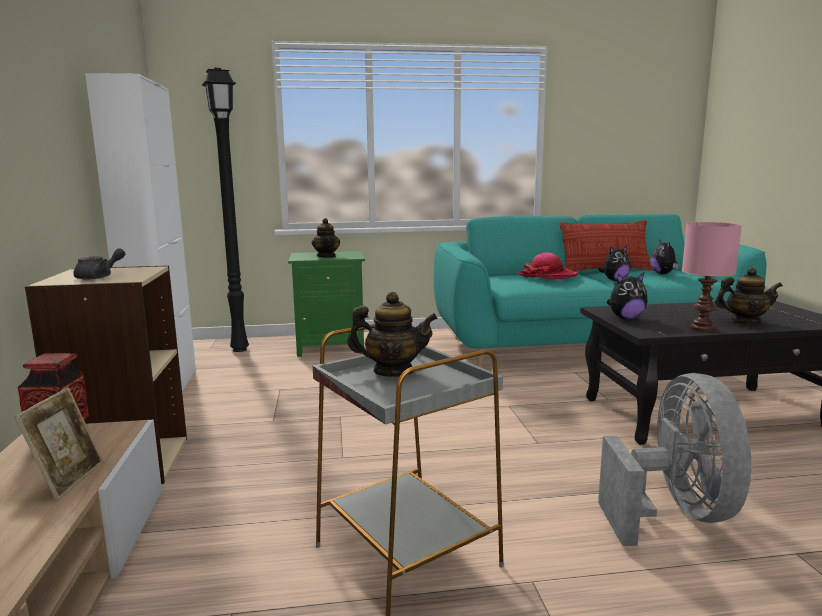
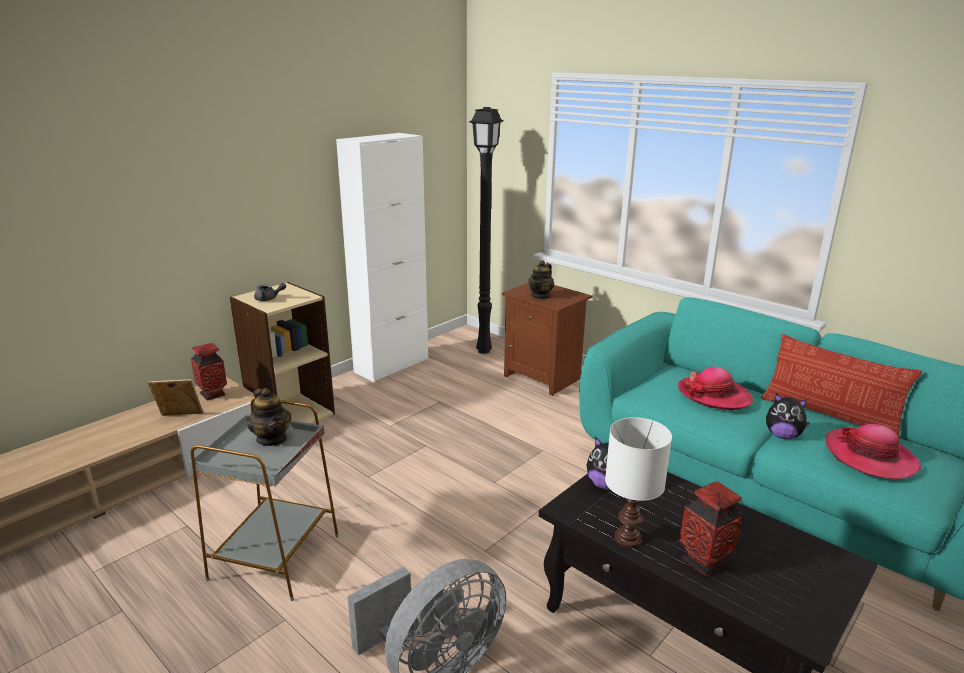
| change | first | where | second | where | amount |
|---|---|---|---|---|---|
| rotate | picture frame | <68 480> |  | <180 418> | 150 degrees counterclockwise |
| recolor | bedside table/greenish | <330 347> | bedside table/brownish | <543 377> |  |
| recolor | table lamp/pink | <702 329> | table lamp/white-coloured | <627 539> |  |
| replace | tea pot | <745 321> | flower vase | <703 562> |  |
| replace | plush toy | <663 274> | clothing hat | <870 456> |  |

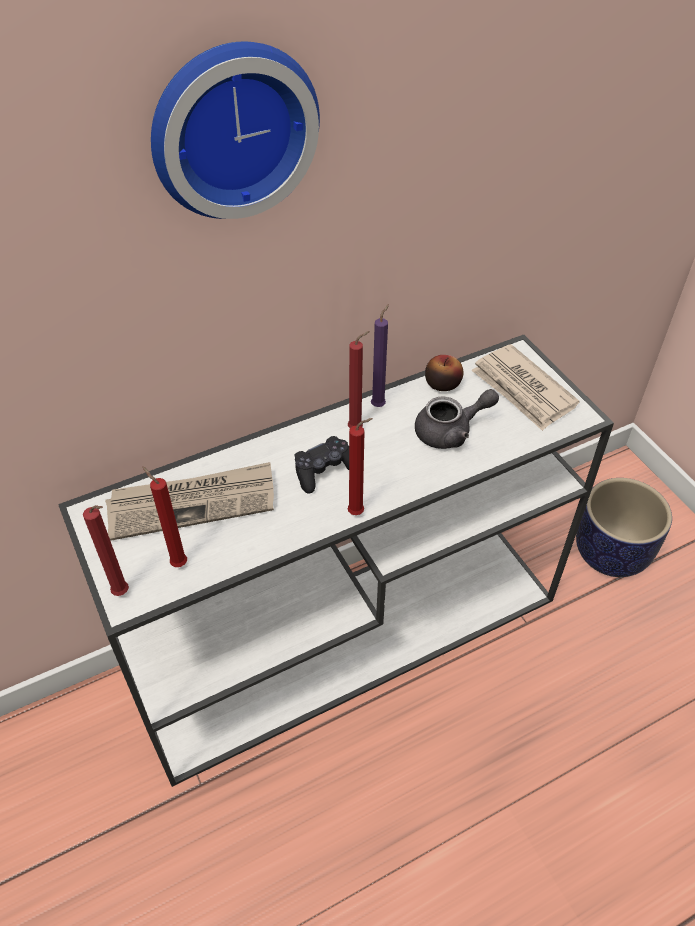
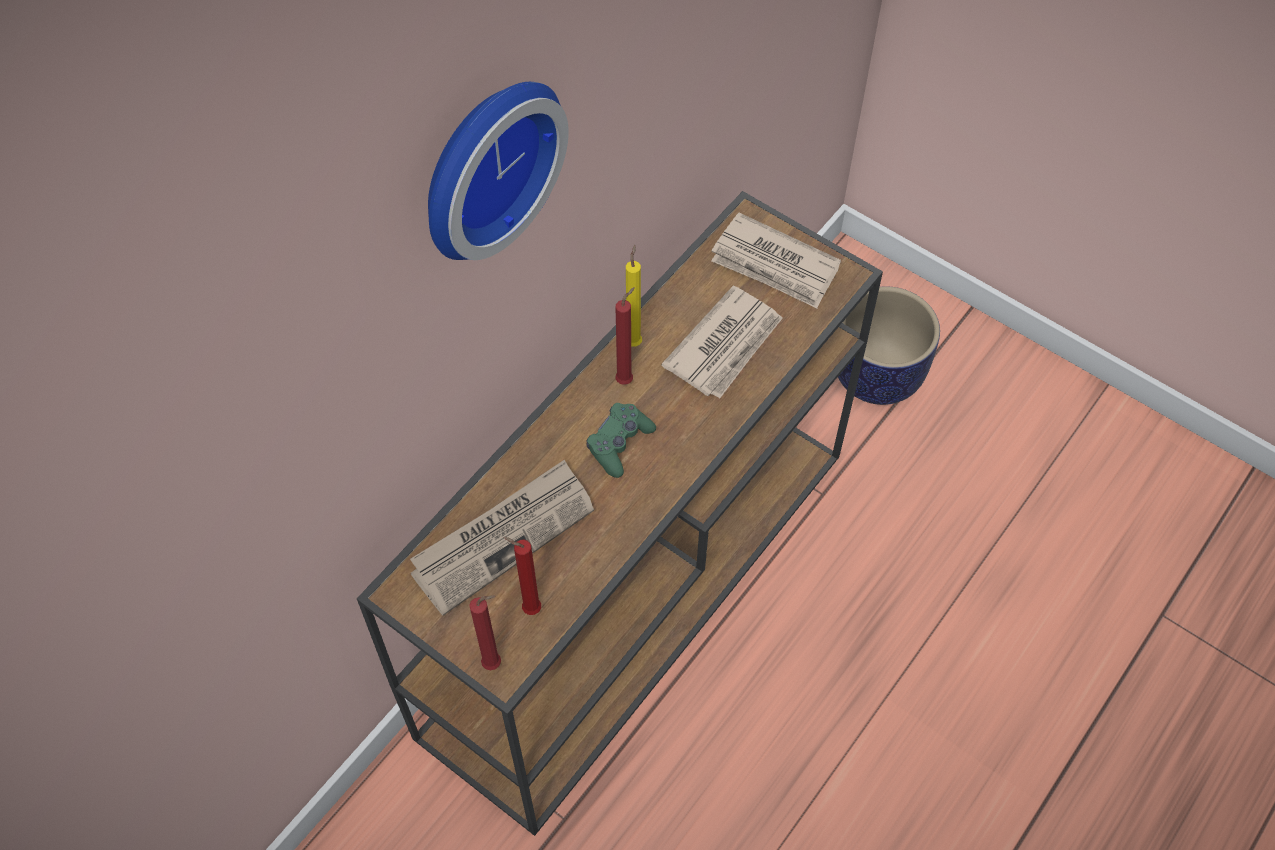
| change | first | where | second | where | amount |
|---|---|---|---|---|---|
| recolor | hall table/white-coloured | <351 633> | hall table/brownish | <639 585> |  |
| recolor | joypad/black-coloured | <324 470> | joypad/greenish | <619 444> |  |
| recolor | candle/purple | <379 404> | candle/yellow | <634 341> |  |
| replace | tea pot/grey | <451 431> | daily paper | <725 345> |  |
| delete | candle/red | <358 513> |  |  |  |
| delete | apple | <442 384> |  |  |  |

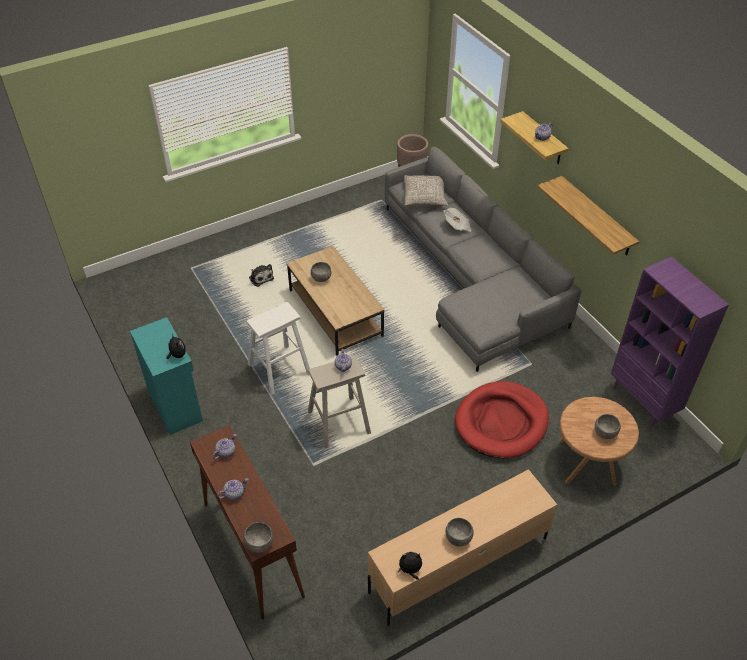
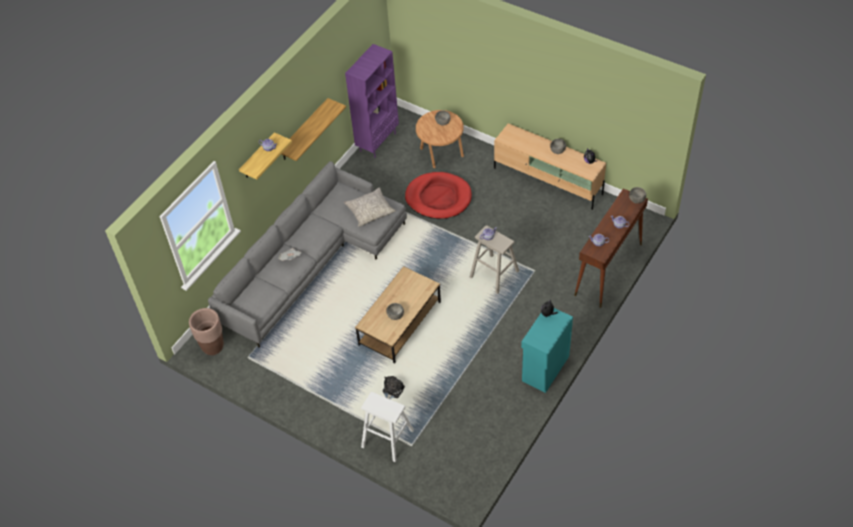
| change | first | where | second | where | amount |
|---|---|---|---|---|---|
| move | cushion/grey | <425 196> |  | <370 211> |  |
| move | stool seat/white-coloured | <279 369> |  | <387 438> |  |

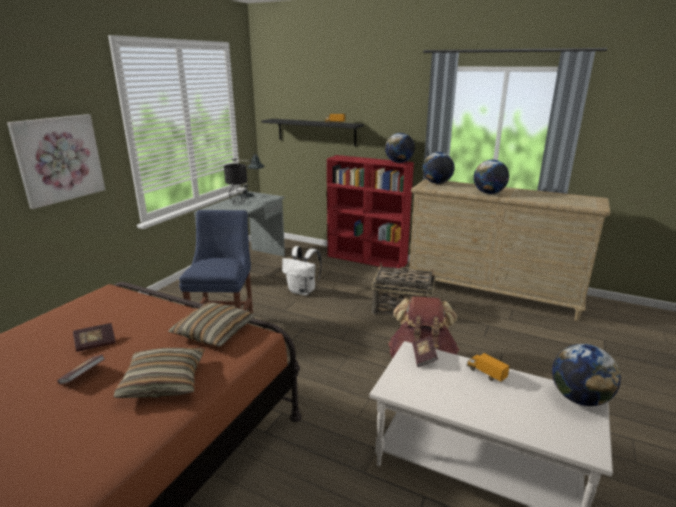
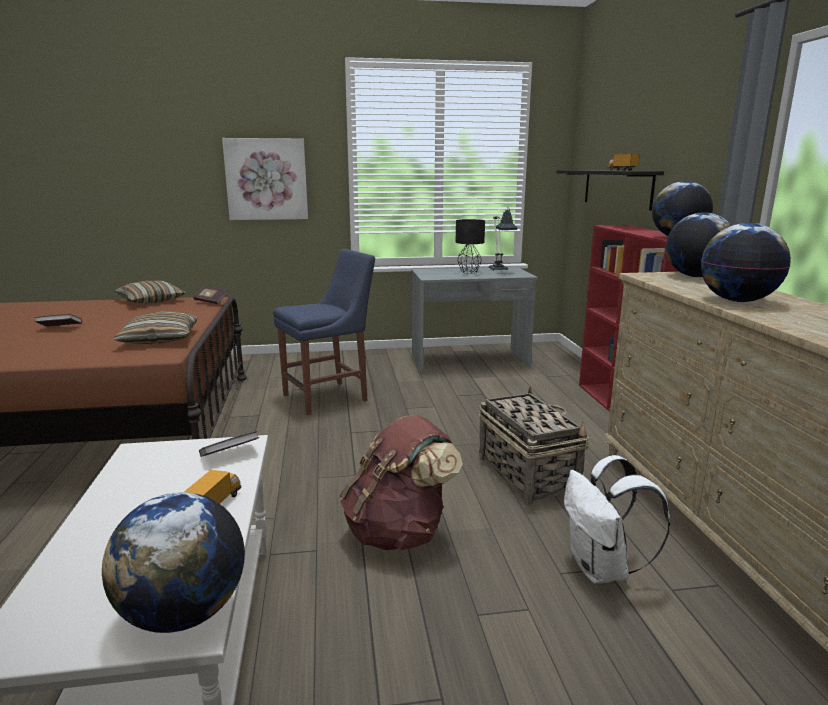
| change | first | where | second | where | amount |
|---|---|---|---|---|---|
| move | cushion | <163 382> |  | <150 301> |  |
| move | volume | <96 344> |  | <211 301> |  |
| move | backpack/white-coloured | <303 291> |  | <602 569> |  |

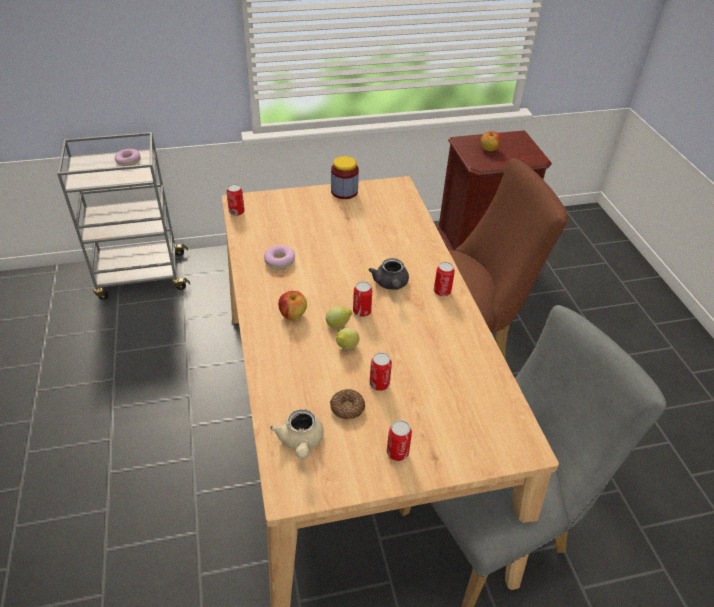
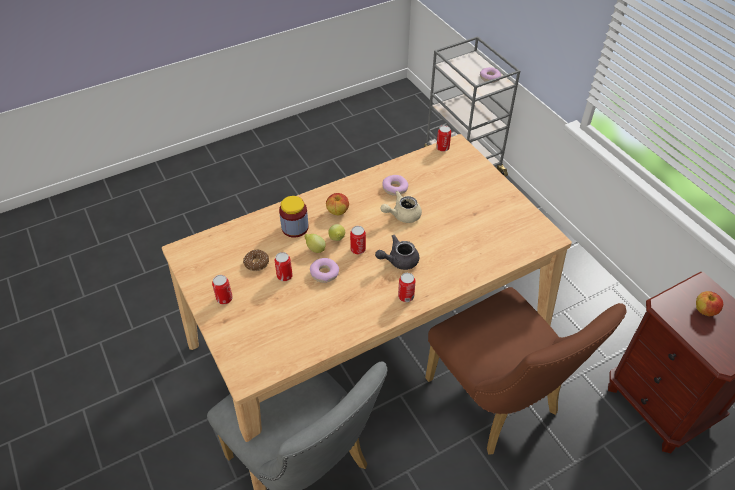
| change | first | where | second | where | amount |
|---|---|---|---|---|---|
| move | storage jar | <344 192> |  | <295 228> |  |
| insert |  |  | doughnut | <324 273> |  |
| move | tea pot/beige | <301 442> |  | <402 215> |  |

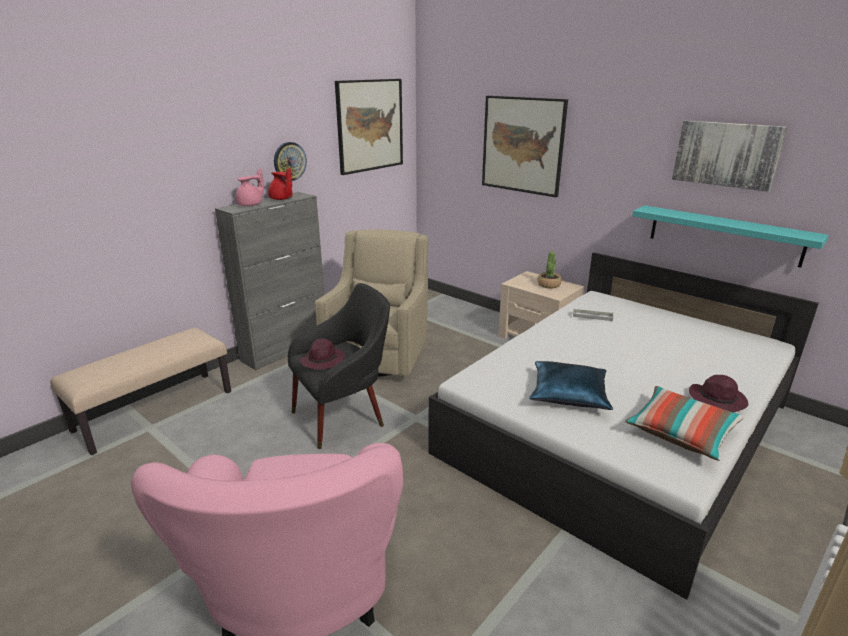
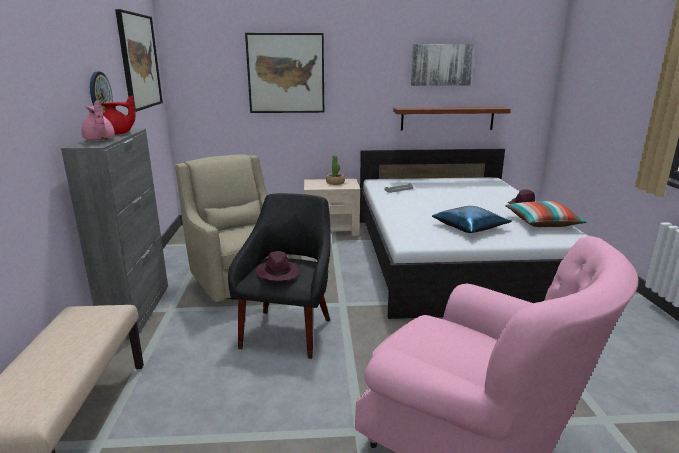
| change | first | where | second | where | amount |
|---|---|---|---|---|---|
| rotate | tea pot/pink | <251 205> |  | <99 140> | 150 degrees clockwise |
| recolor | bracket shelf/turquoise | <724 235> | bracket shelf/brownish | <447 118> |  |

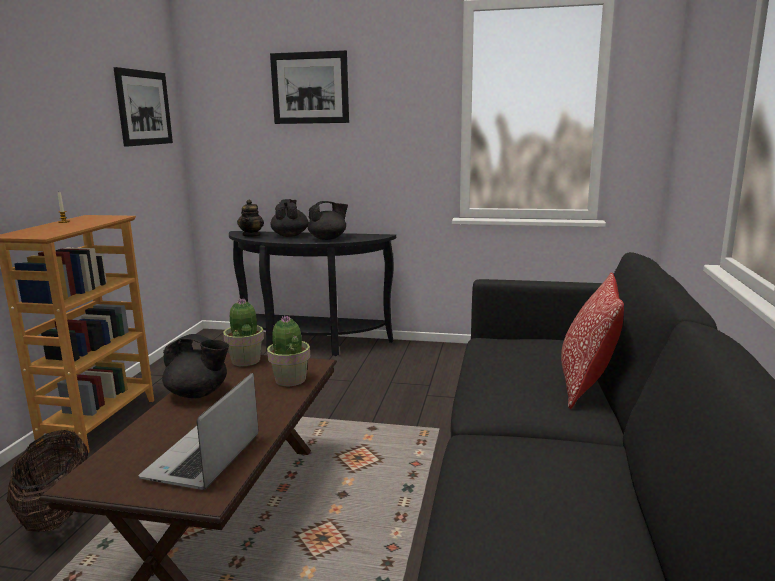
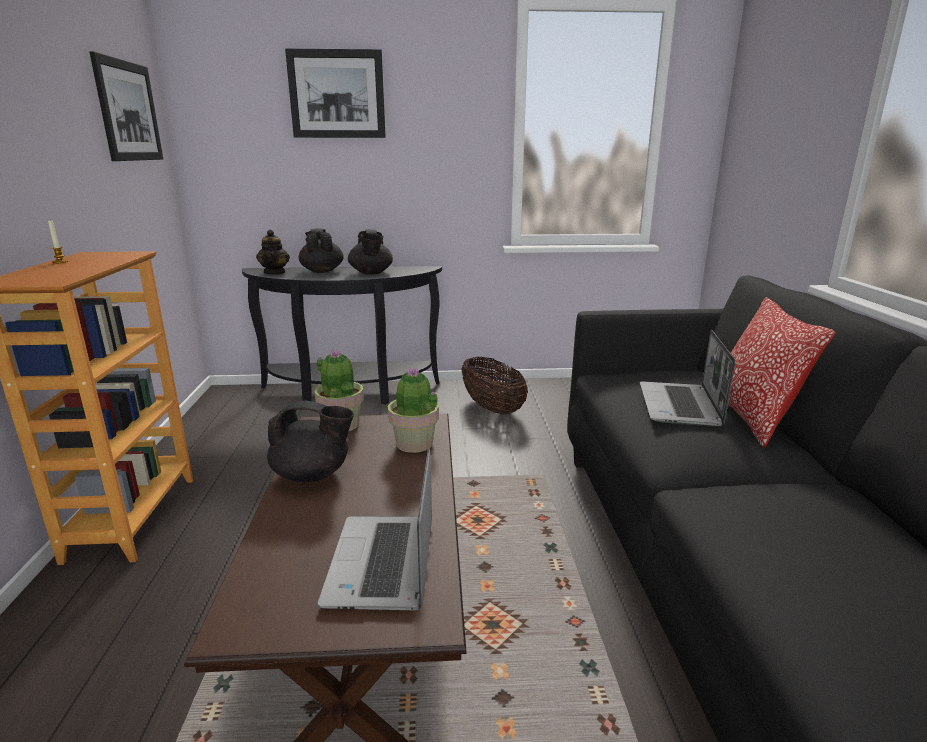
| change | first | where | second | where | amount |
|---|---|---|---|---|---|
| rotate | tea pot/black-coloured | <328 238> |  | <371 273> | 120 degrees clockwise |
| move | storage basket | <57 512> |  | <492 408> |  |
| insert |  |  | notebook computer | <680 406> |  |

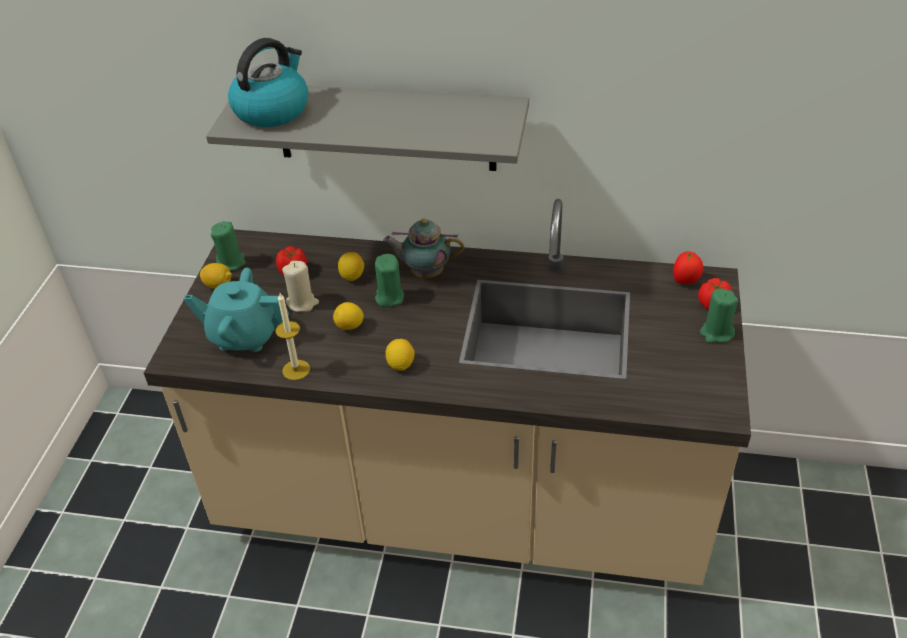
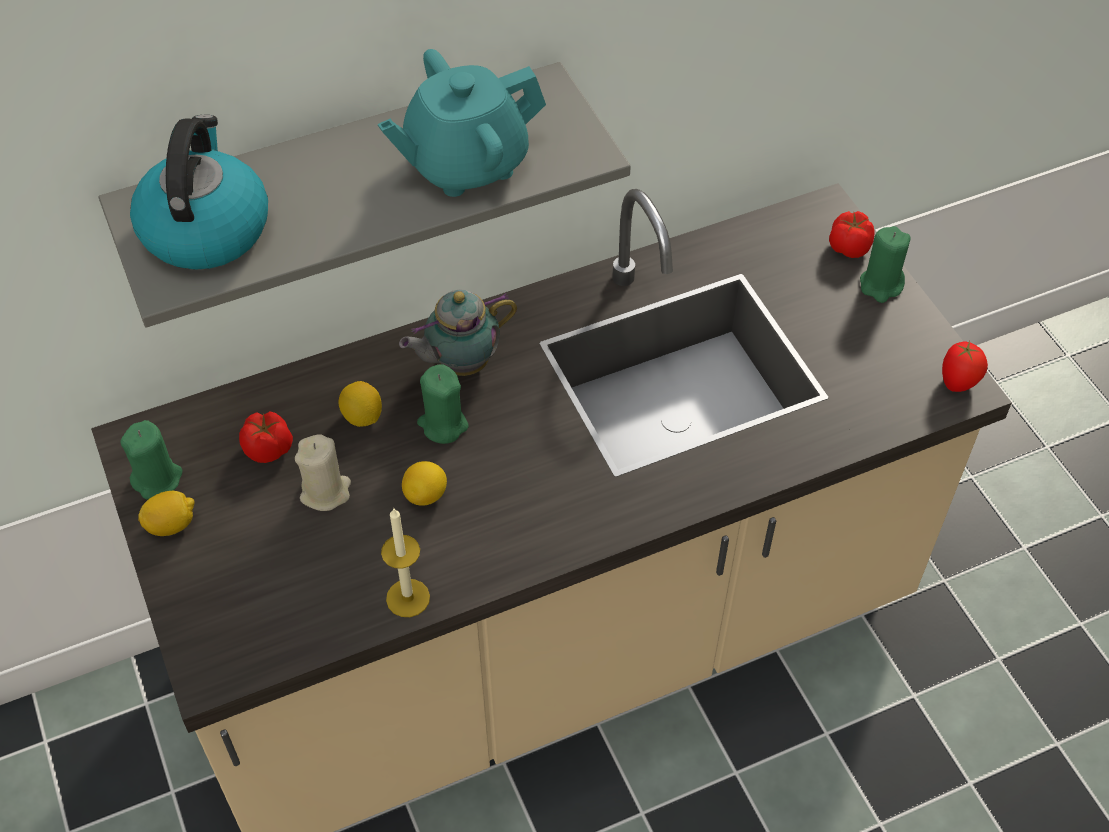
| change | first | where | second | where | amount |
|---|---|---|---|---|---|
| move | tea pot/turquoise | <244 335> |  | <465 164> |  |
| move | whole tomato | <685 281> |  | <958 383> |  |
| delete | citrus fruit | <400 364> |  |  |  |

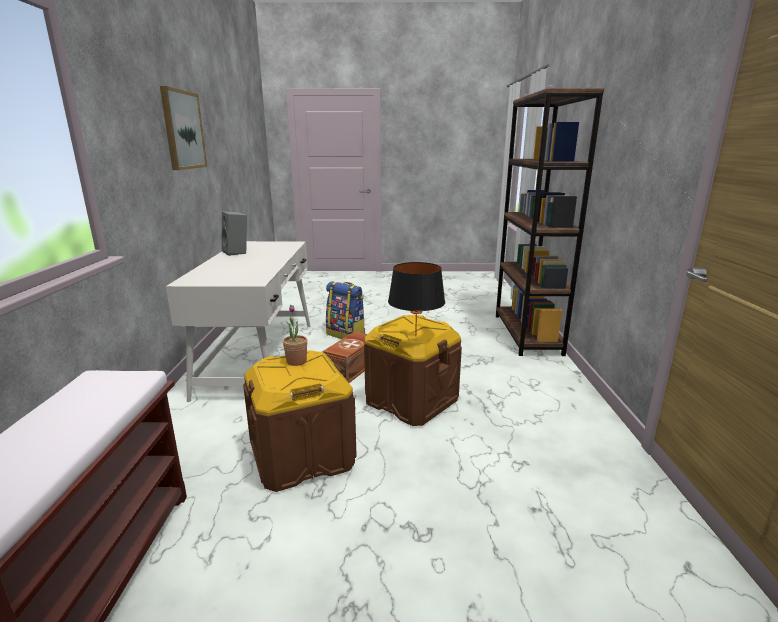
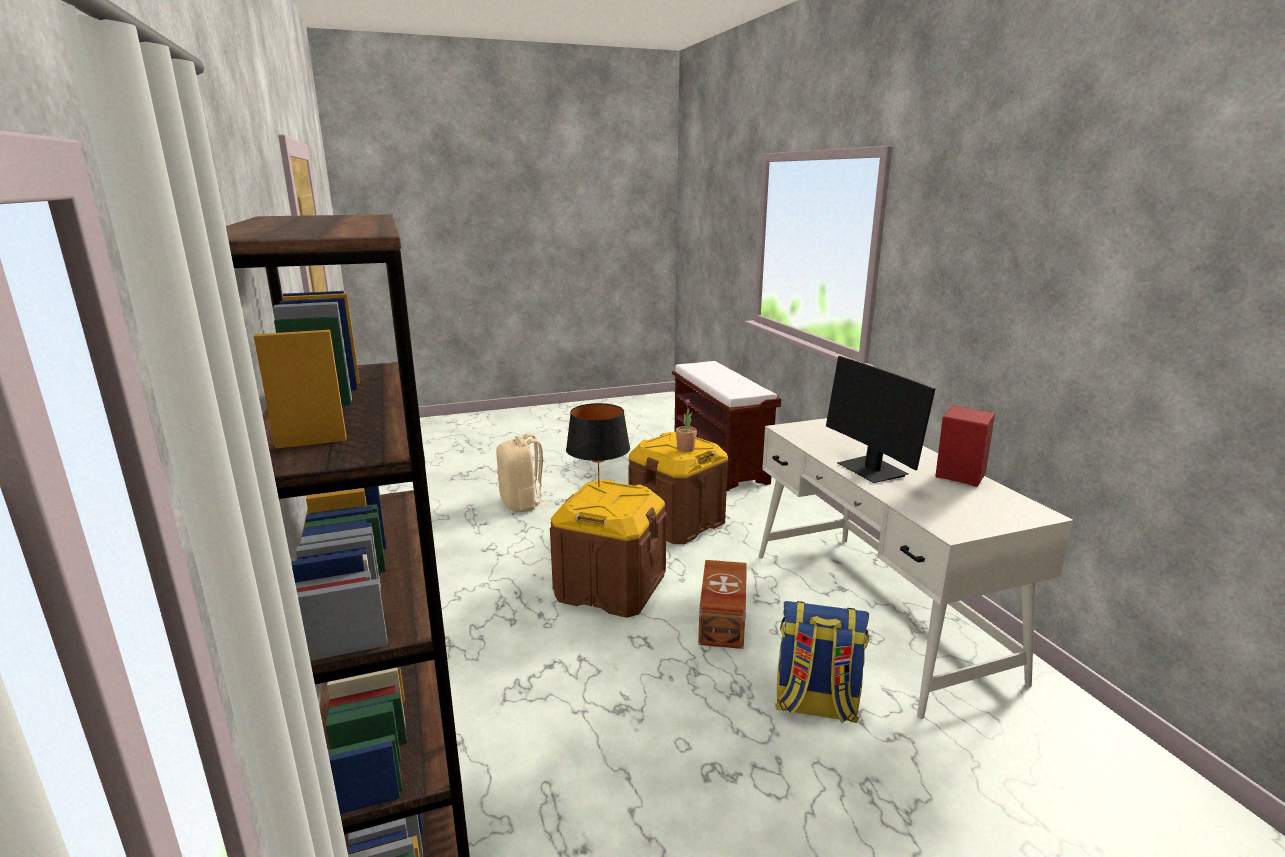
| change | first | where | second | where | amount |
|---|---|---|---|---|---|
| insert |  |  | backpack/beige | <522 503> |  |
| insert |  |  | computer display | <872 470> |  |
| recolor | speaker/grey | <237 252> | speaker/red | <957 478> |  |
| delete | wall art | <183 130> |  |  |  |

